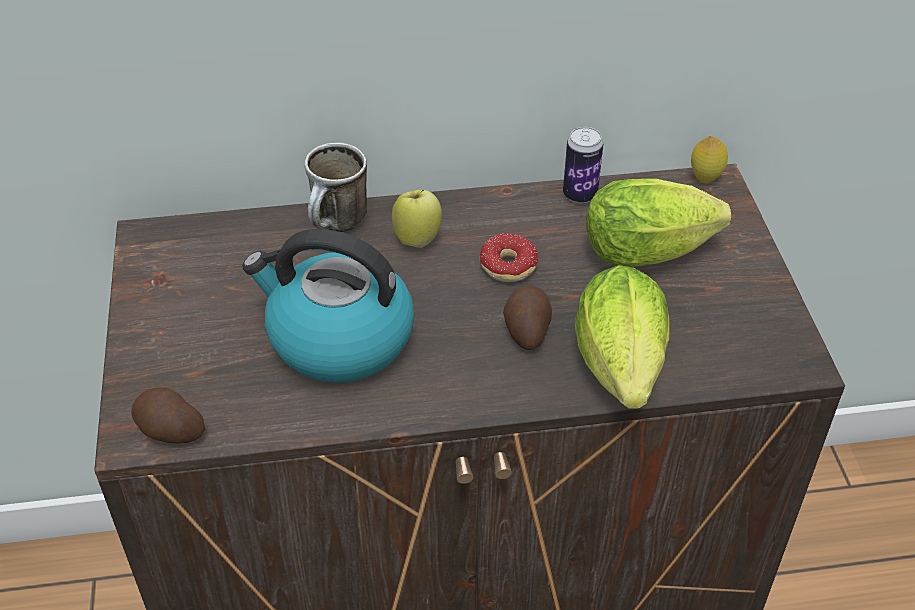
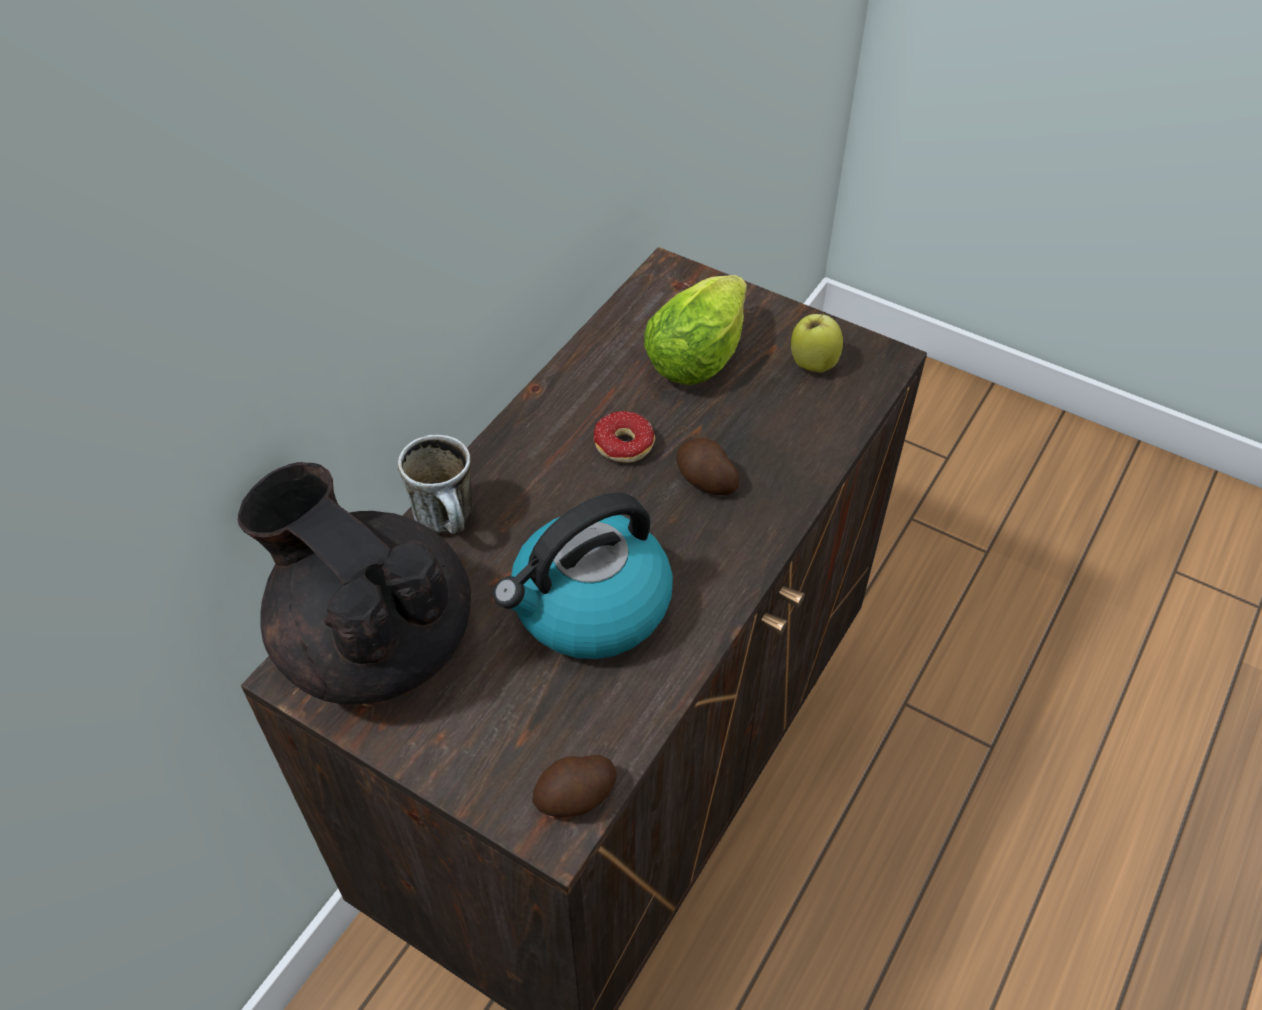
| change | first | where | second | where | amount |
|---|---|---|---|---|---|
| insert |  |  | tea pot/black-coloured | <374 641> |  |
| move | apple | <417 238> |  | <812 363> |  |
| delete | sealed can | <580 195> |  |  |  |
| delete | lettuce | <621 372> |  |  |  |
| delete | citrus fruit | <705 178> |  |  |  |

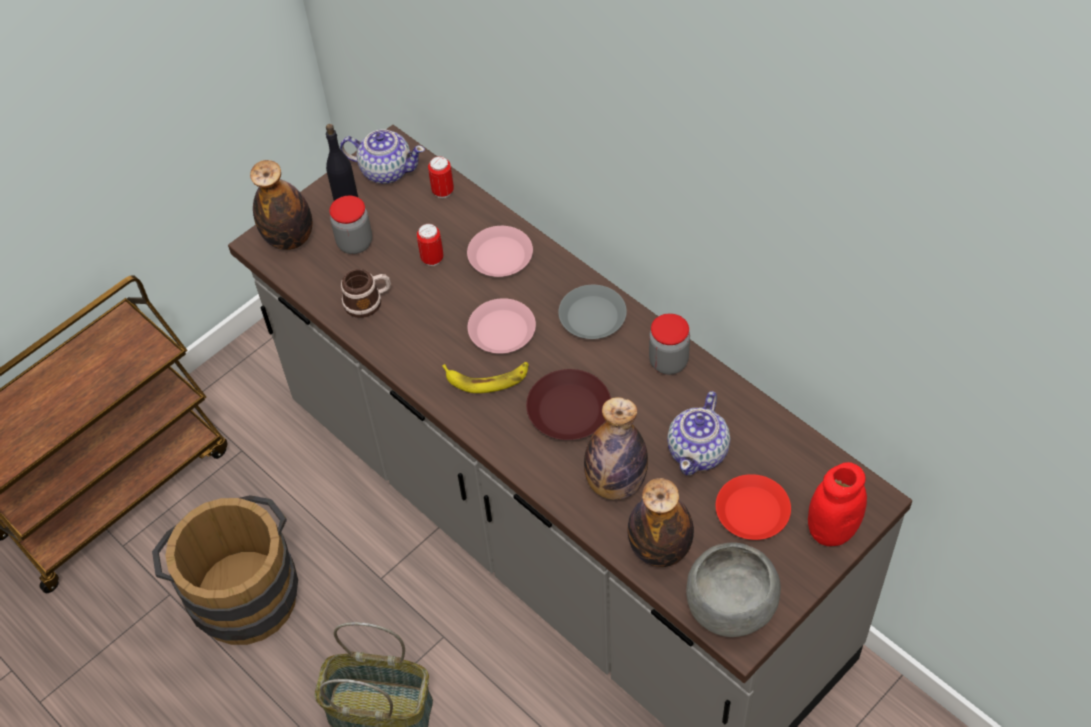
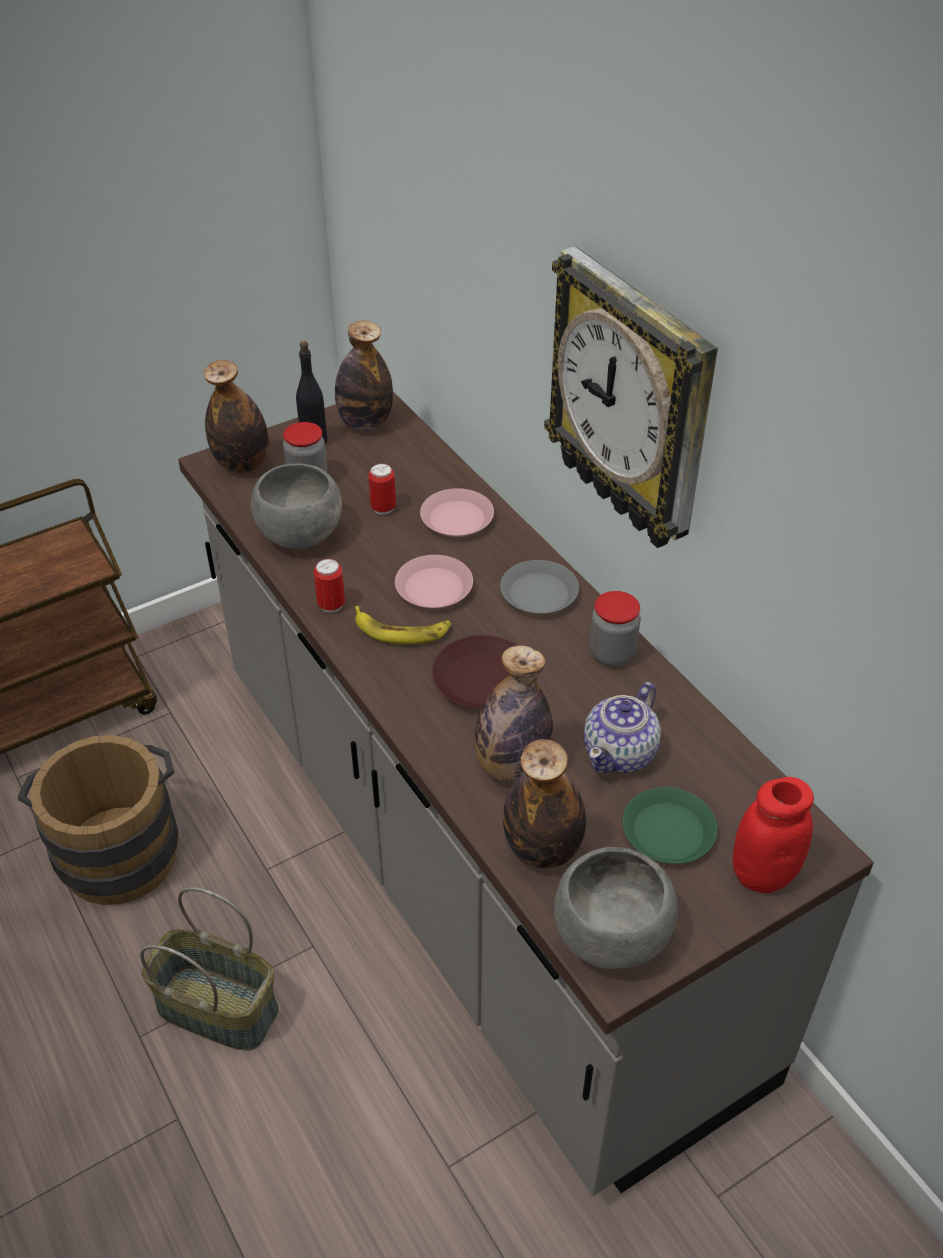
| change | first | where | second | where | amount |
|---|---|---|---|---|---|
| replace | mug | <368 301> | deep dish/grey | <300 534> |  |
| move | sealed can | <443 191> |  | <331 605> |  |
| replace | tea pot | <386 170> | drink bottle | <365 423> |  |
| insert |  |  | clock on the wall | <632 403> |  |
| recolor | dinner plate/red | <753 511> | dinner plate/greenish | <669 832> |  |

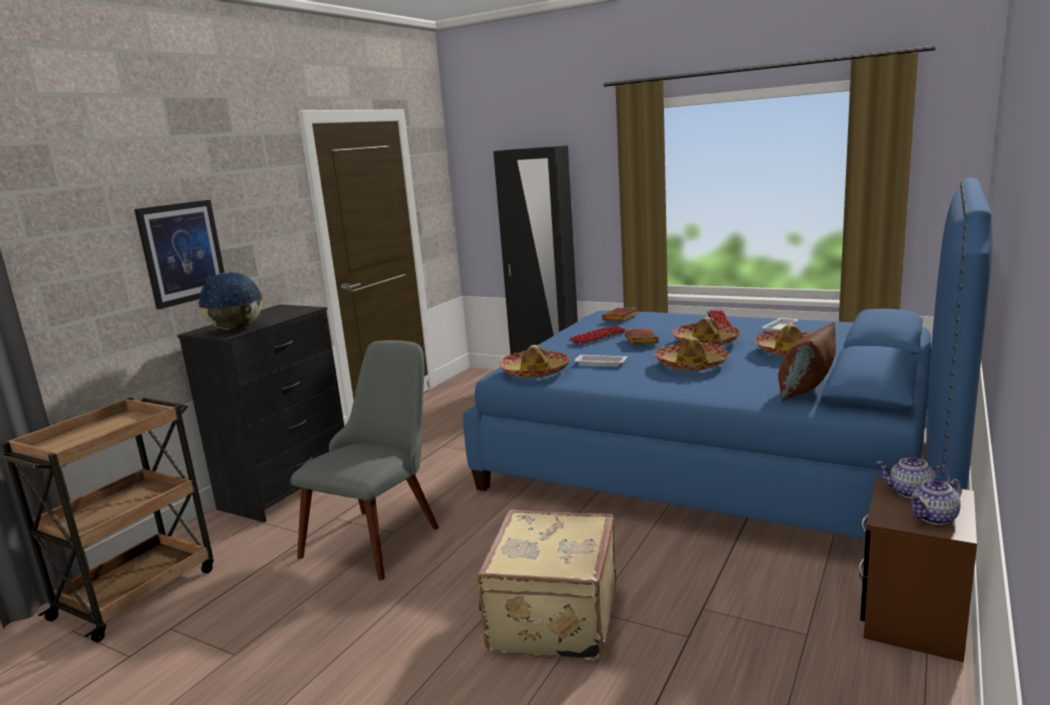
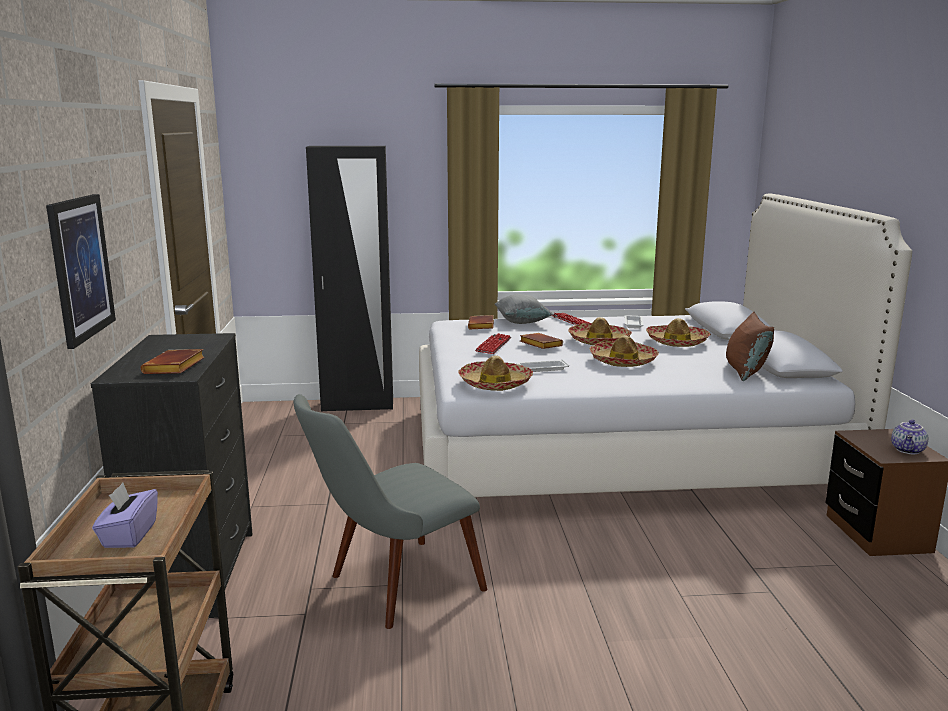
| change | first | where | second | where | amount |
|---|---|---|---|---|---|
| insert |  |  | tissue holder/purple | <129 535> |  |
| replace | desk globe | <236 329> | volume/brownish | <175 368> |  |
| rotate | plain chair/grey | <381 533> |  | <390 589> | 120 degrees counterclockwise |
| recolor | bedroom bed/blue | <721 460> | bedroom bed/white-coloured | <616 451> |  |
| insert |  |  | cushion/grey | <522 322> |  |
| delete | travel case/beige | <551 619> |  |  |  |
| delete | tea pot | <910 493> |  |  |  |

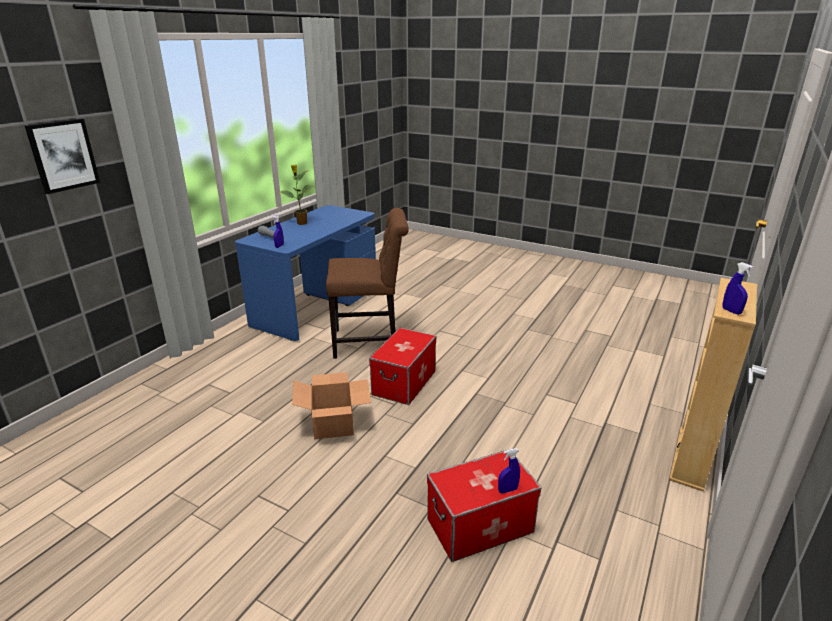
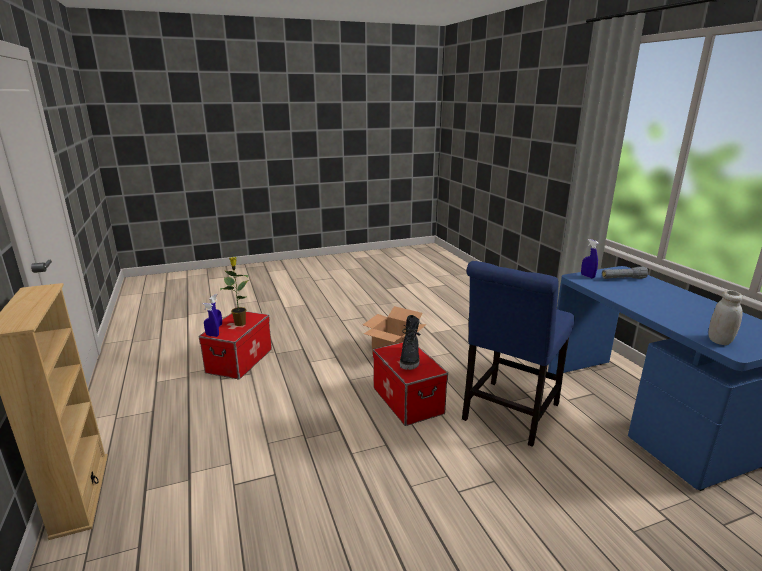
| change | first | where | second | where | amount |
|---|---|---|---|---|---|
| move | sprayer/blue | <731 311> |  | <212 335> |  |
| move | potted plant | <301 223> |  | <240 323> |  |
| insert |  |  | boot/black-coloured | <410 359> |  |
| recolor | plain chair/brownish | <370 342> | plain chair/blue | <508 414> |  |
| insert |  |  | storage jar/white-coloured | <719 341> |  |
| delete | wall art | <63 155> |  |  |  |

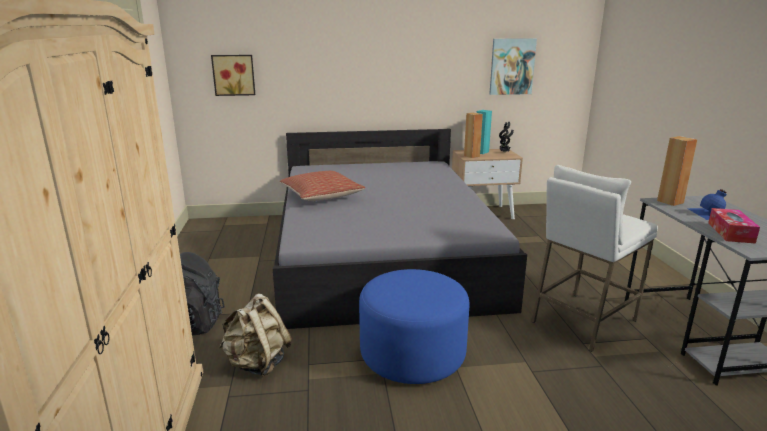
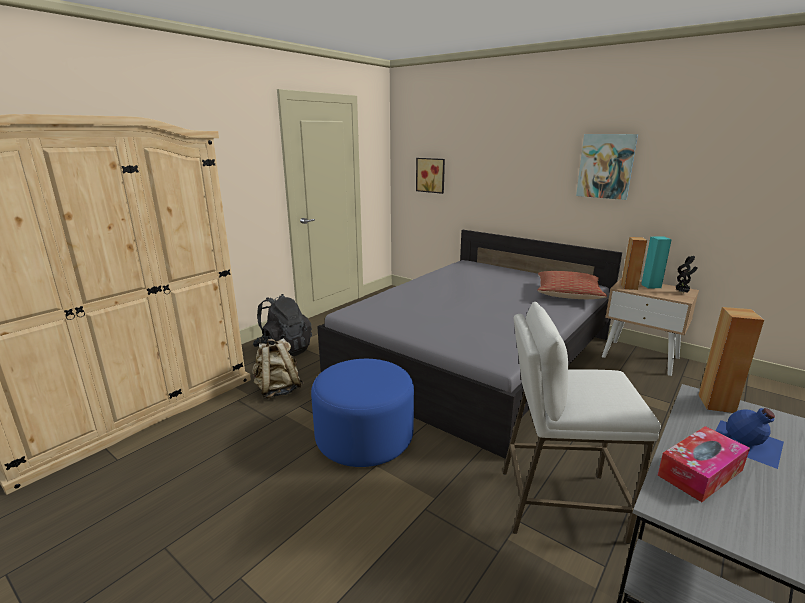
| change | first | where | second | where | amount |
|---|---|---|---|---|---|
| move | cushion | <321 196> |  | <568 294> |  |
| move | wall art | <512 66> |  | <606 166> |  |

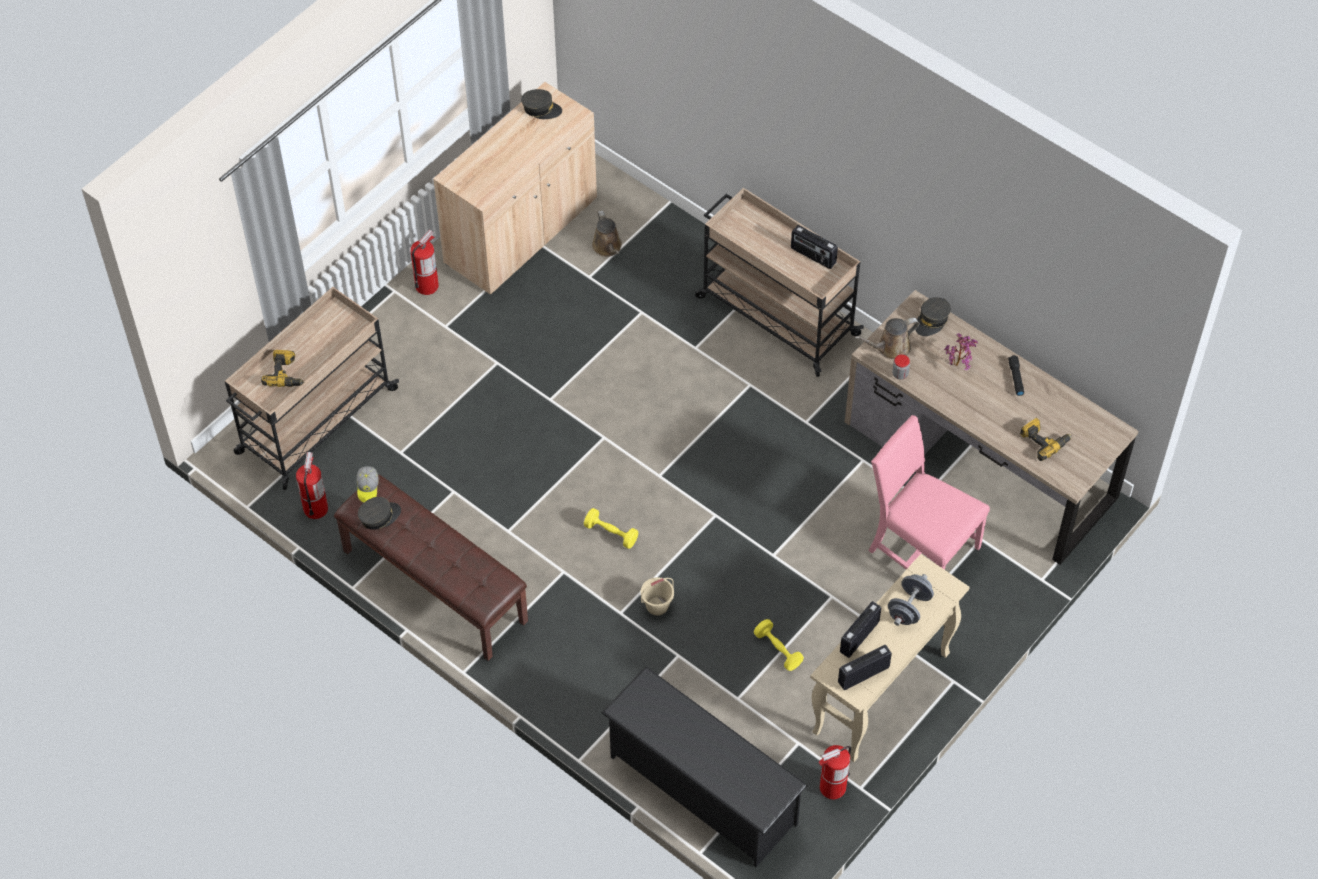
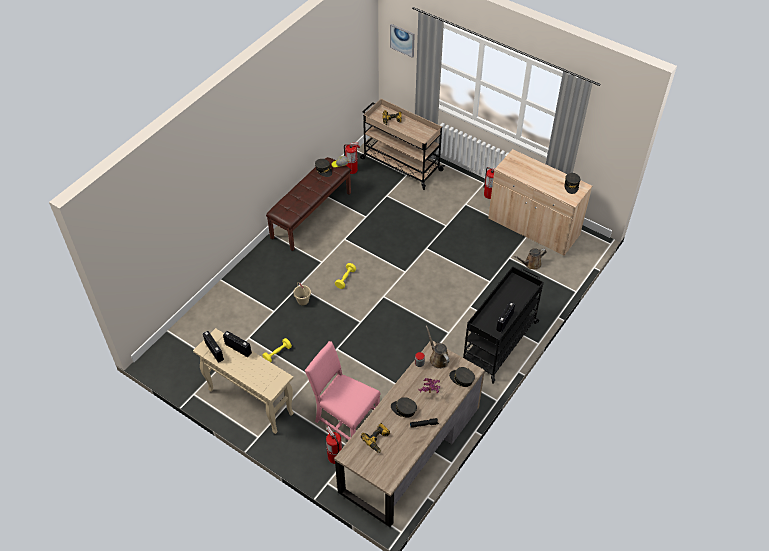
| change | first | where | second | where | amount |
|---|---|---|---|---|---|
| rotate | plain chair/pink | <919 549> |  | <344 418> | 90 degrees counterclockwise |
| move | fire extinguisher | <832 788> |  | <335 457> |  |
| insert |  |  | wall art | <402 40> |  |
| insert |  |  | cap/grey | <404 409> |  |
| recolor | cart/beige | <775 315> | cart/black-coloured | <499 342> |  |
| delete | shoe shelf/black-coloured | <702 789> |  |  |  |
| delete | dumbbell/grey | <909 608> |  |  |  |

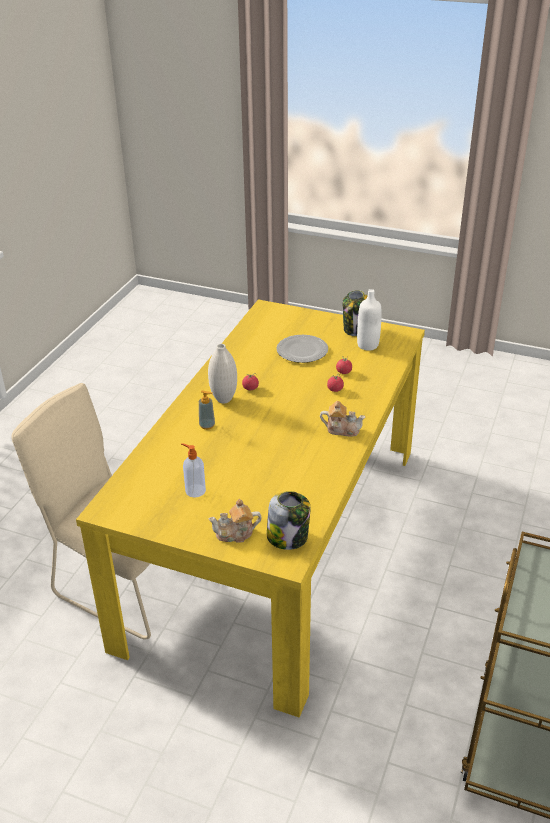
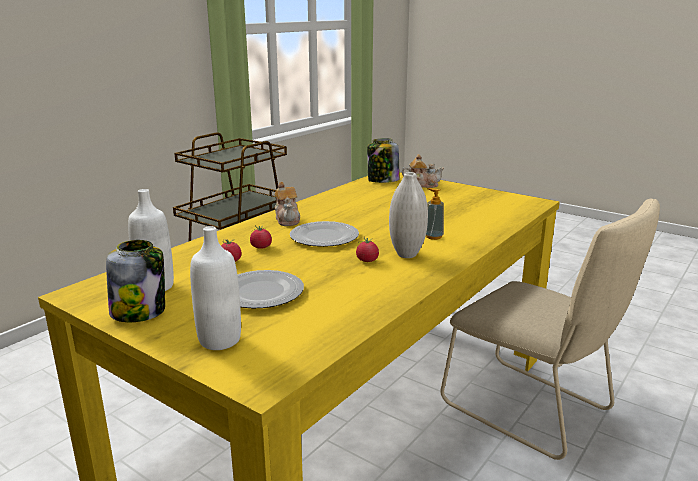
| change | first | where | second | where | amount |
|---|---|---|---|---|---|
| insert |  |  | drink bottle/white-coloured | <219 340> |  |
| rotate | tea pot | <342 429> |  | <288 220> | 135 degrees counterclockwise |
| insert |  |  | dinner plate | <325 237> |  |
| delete | soap bottle | <194 490> |  |  |  |

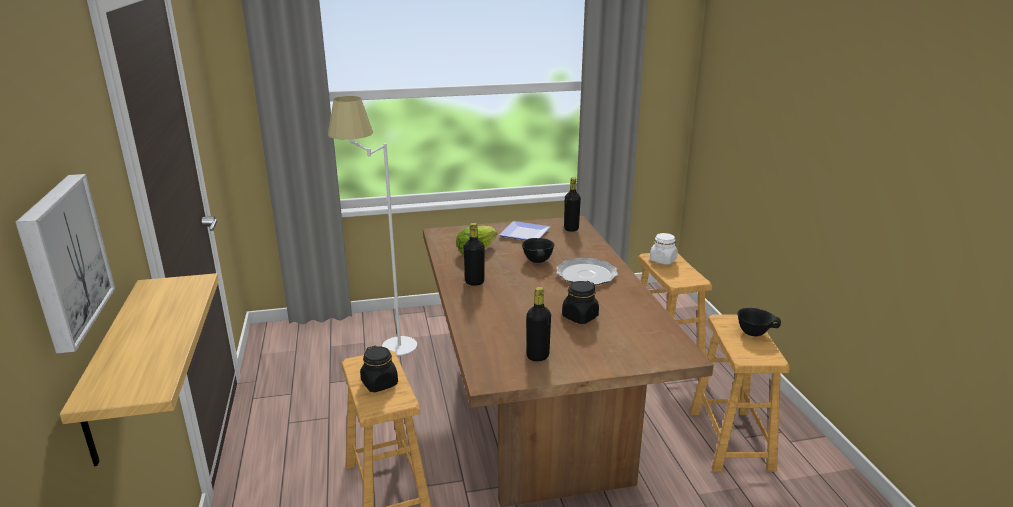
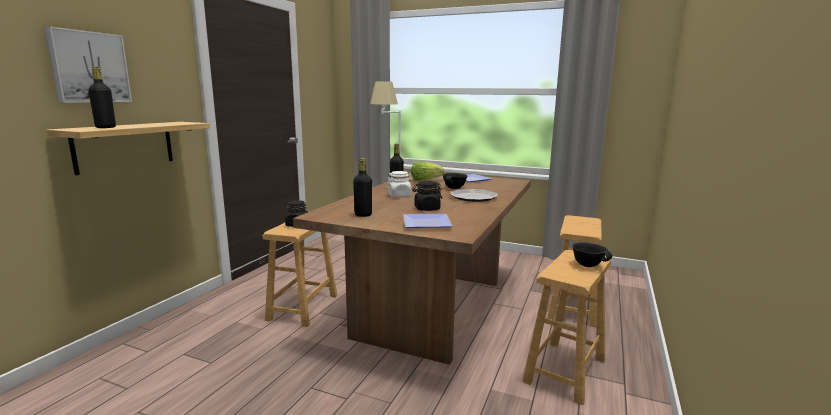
| change | first | where | second | where | amount |
|---|---|---|---|---|---|
| move | drink bottle/black-coloured | <571 229> |  | <105 127> |  |
| move | storage jar/white-coloured | <663 260> |  | <399 195> |  |
| insert |  |  | dinner plate | <428 224> |  |

